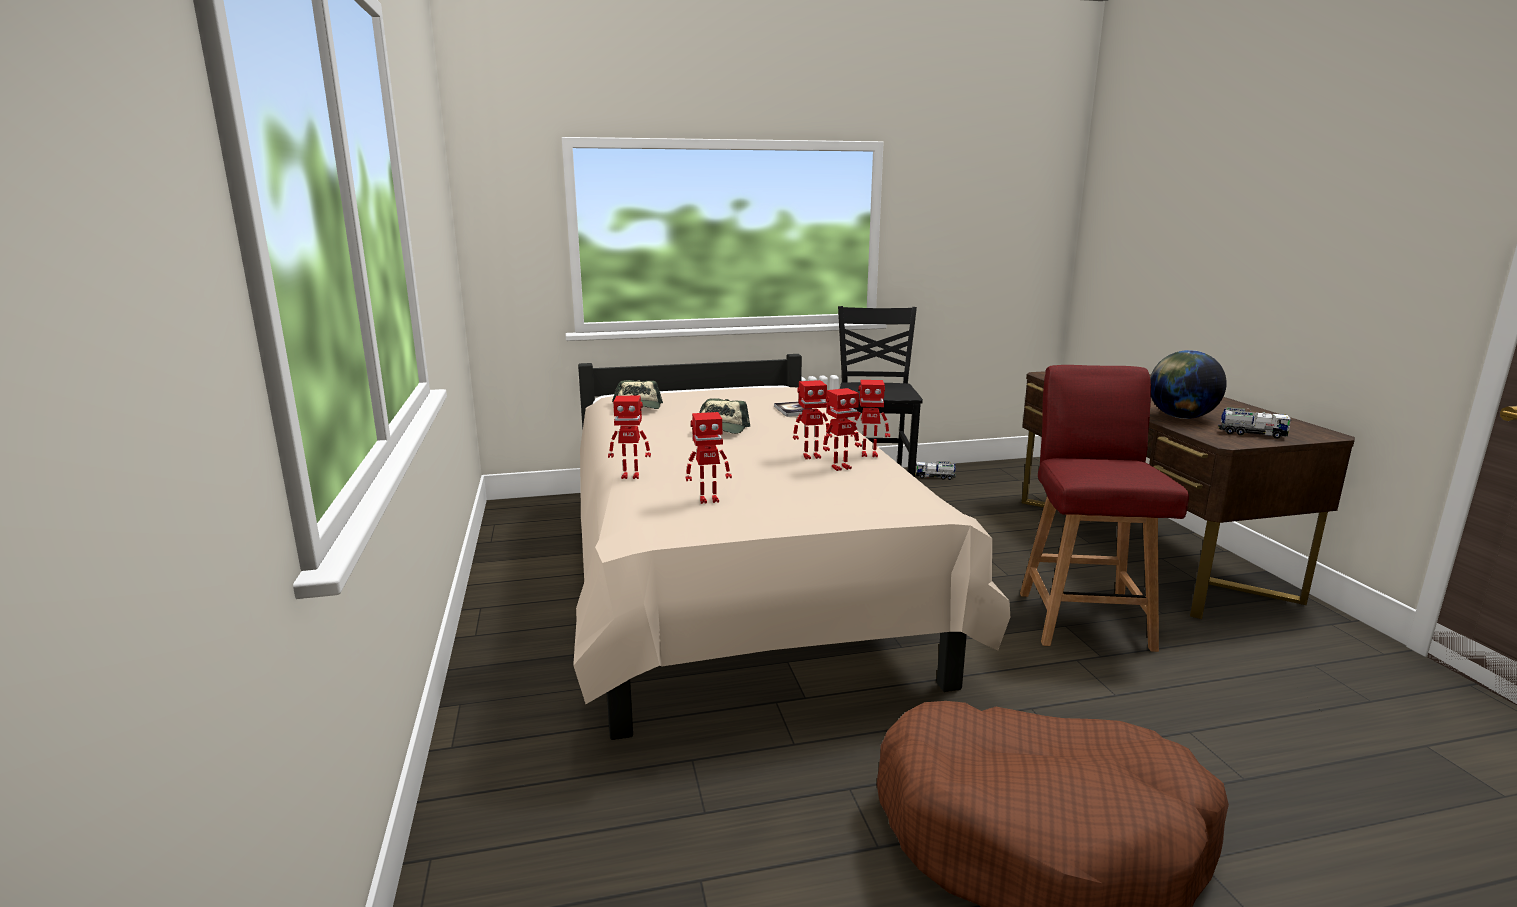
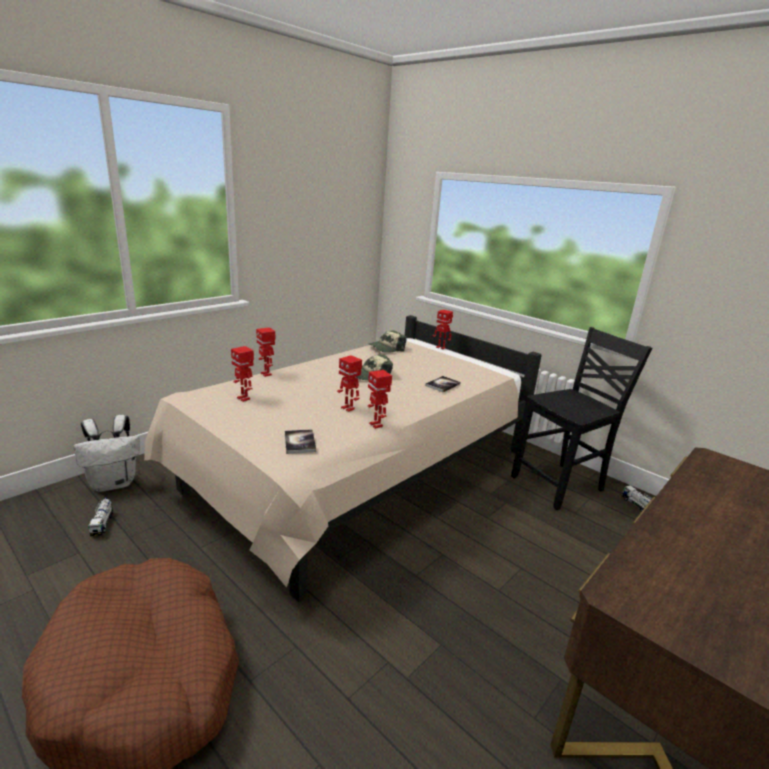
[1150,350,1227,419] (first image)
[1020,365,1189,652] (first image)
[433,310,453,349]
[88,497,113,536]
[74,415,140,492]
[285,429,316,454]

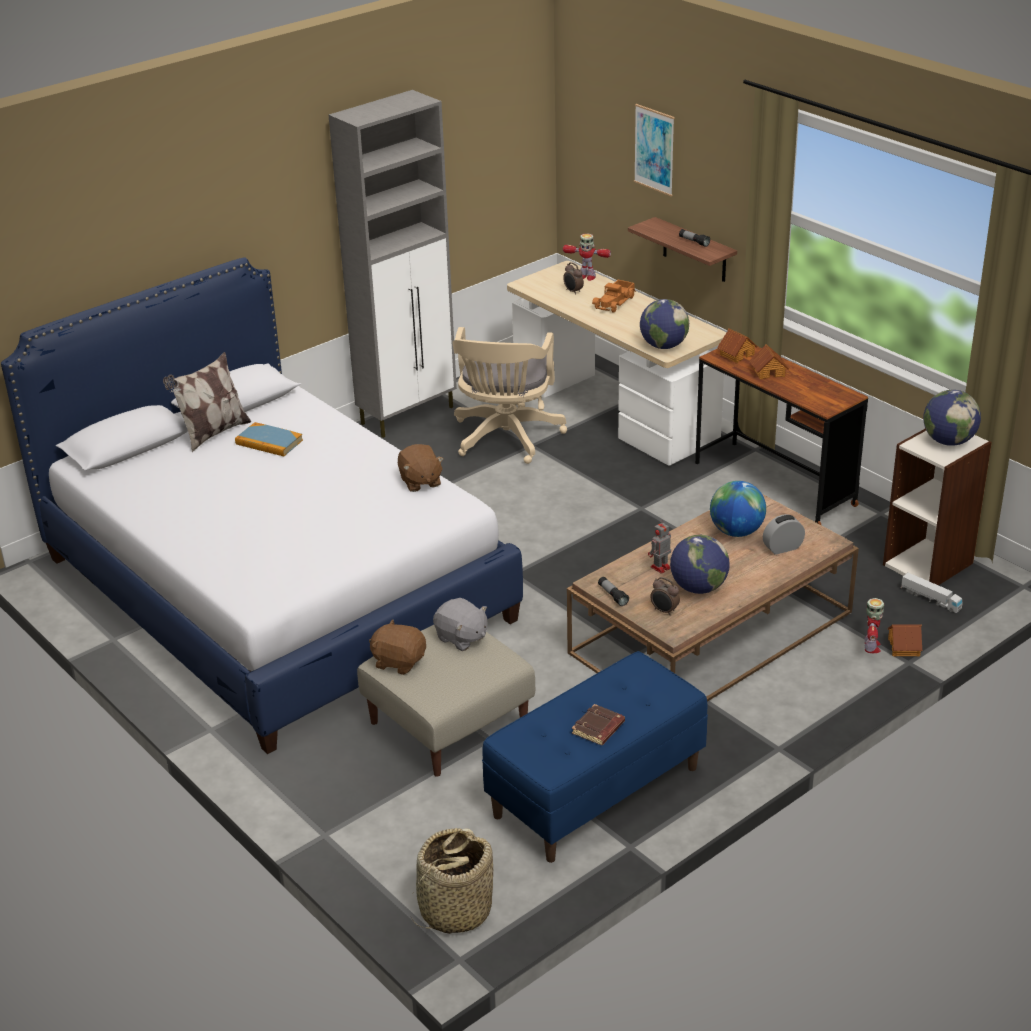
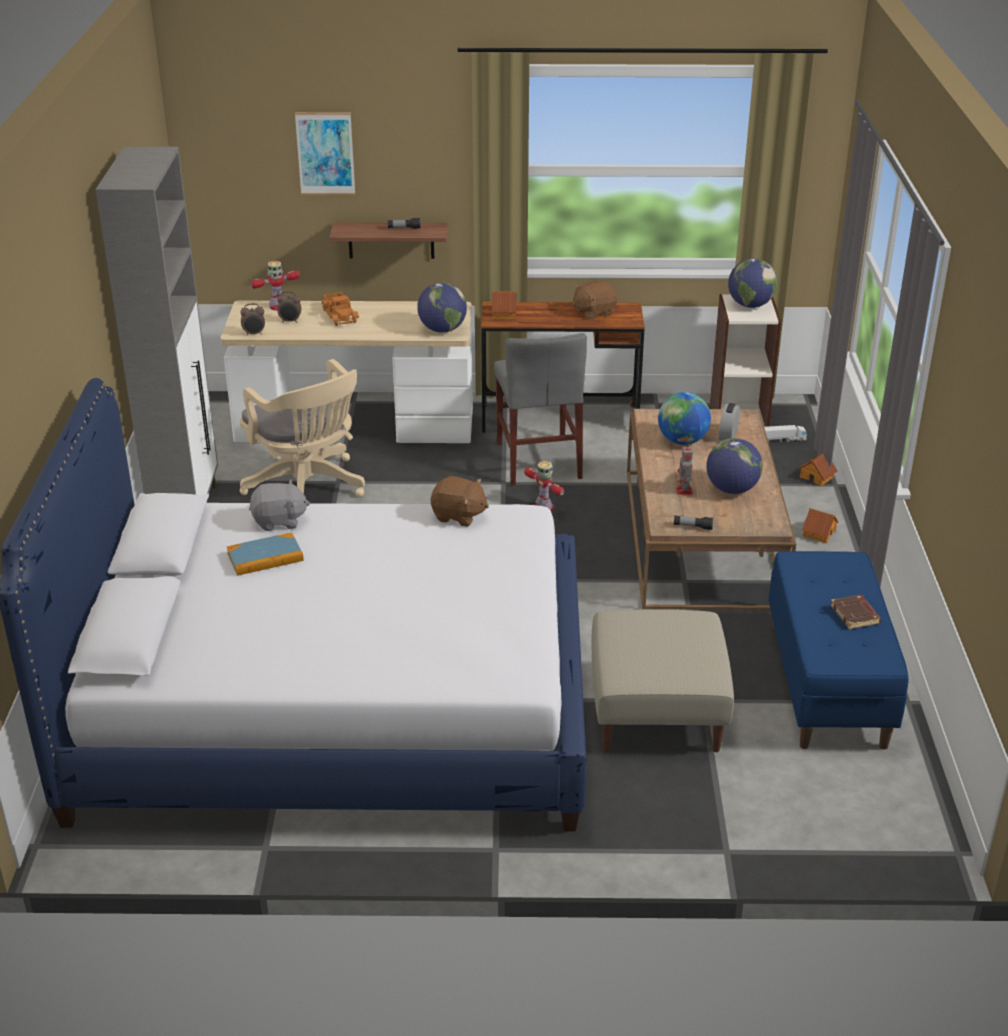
[802,508,838,543]
[163,352,251,452] (first image)
[240,303,265,336]
[249,479,310,531]
[524,461,564,511]
[572,281,617,320]
[411,828,493,934] (first image)
[494,333,587,486]

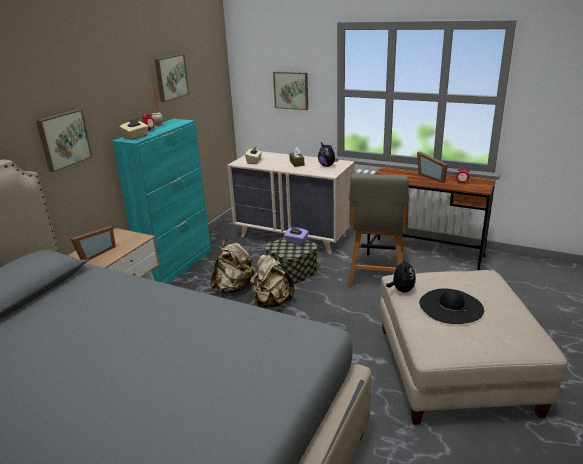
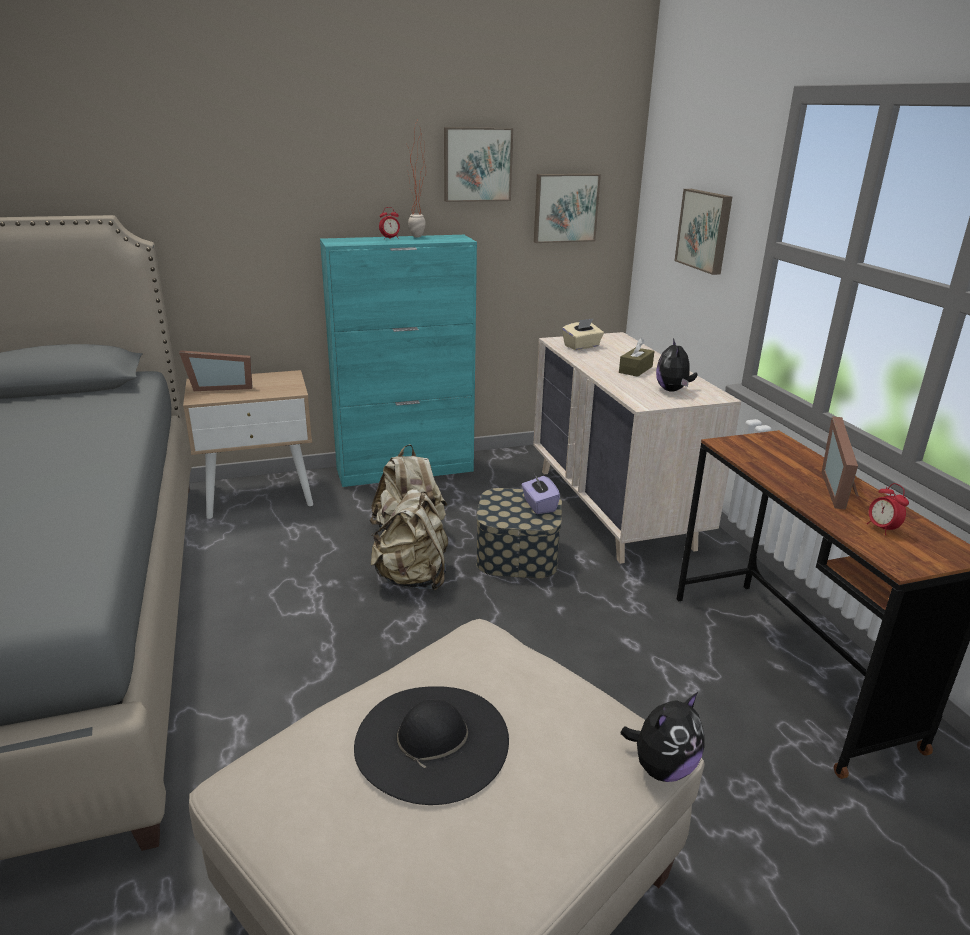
[534,174,601,243]
[119,118,149,140] (first image)
[348,174,409,287] (first image)
[621,692,705,782]

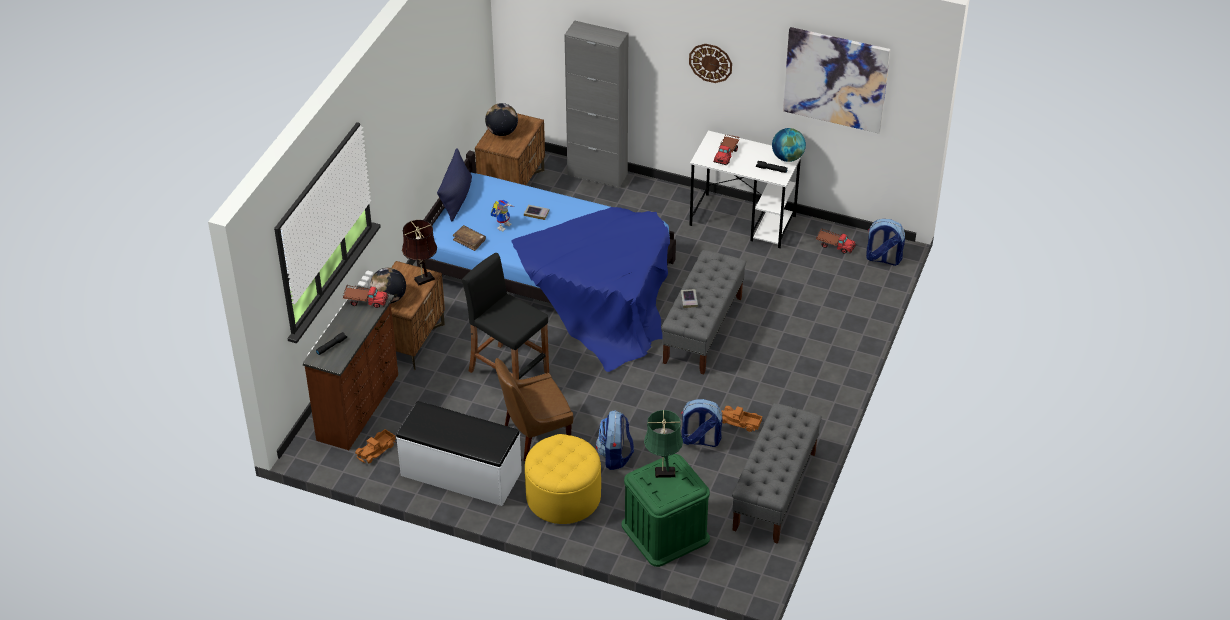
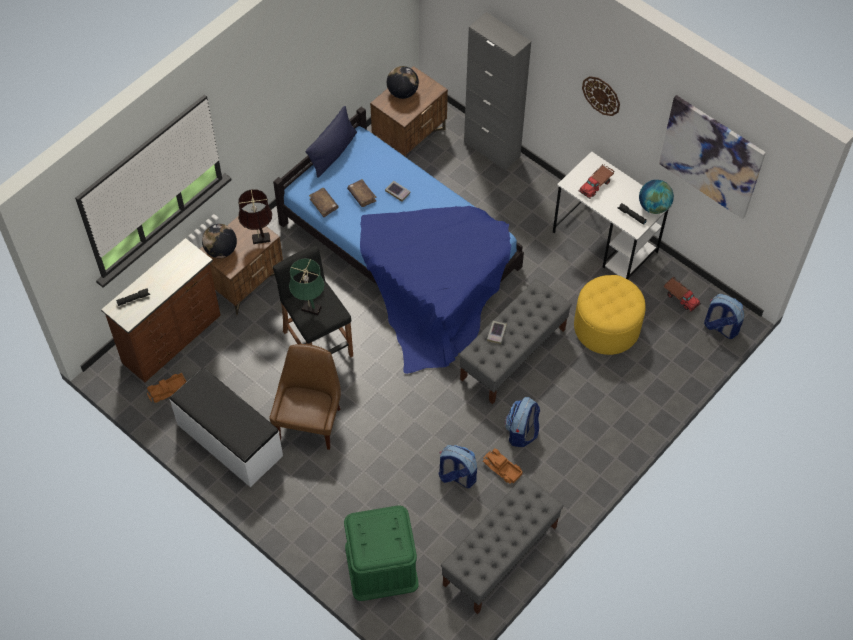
[347,179,377,207]
[343,285,389,308] (first image)
[269,344,341,450]
[505,397,540,447]
[289,258,325,315]
[574,275,646,355]

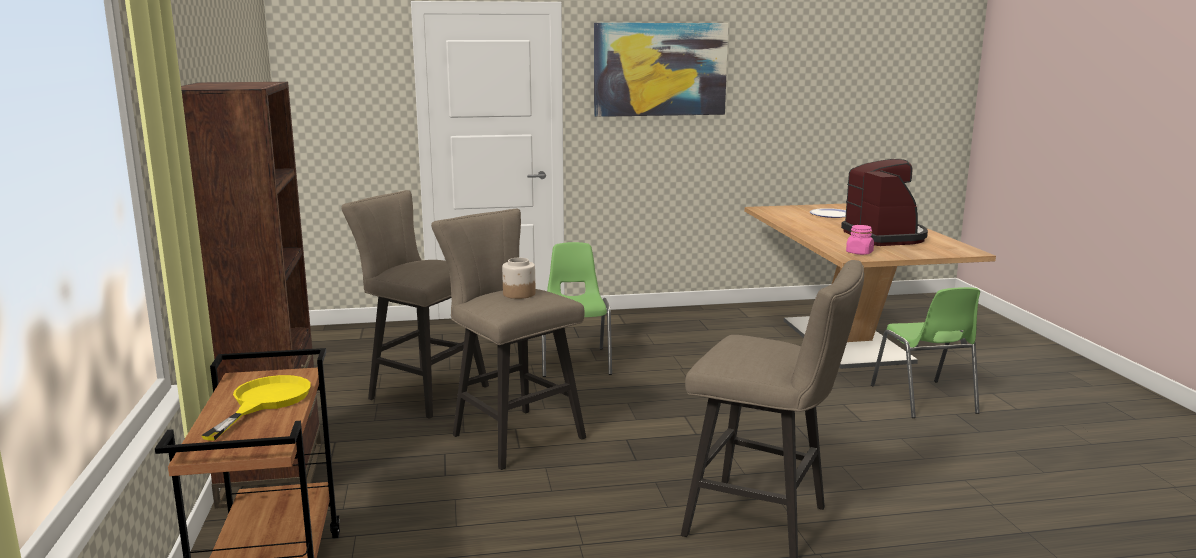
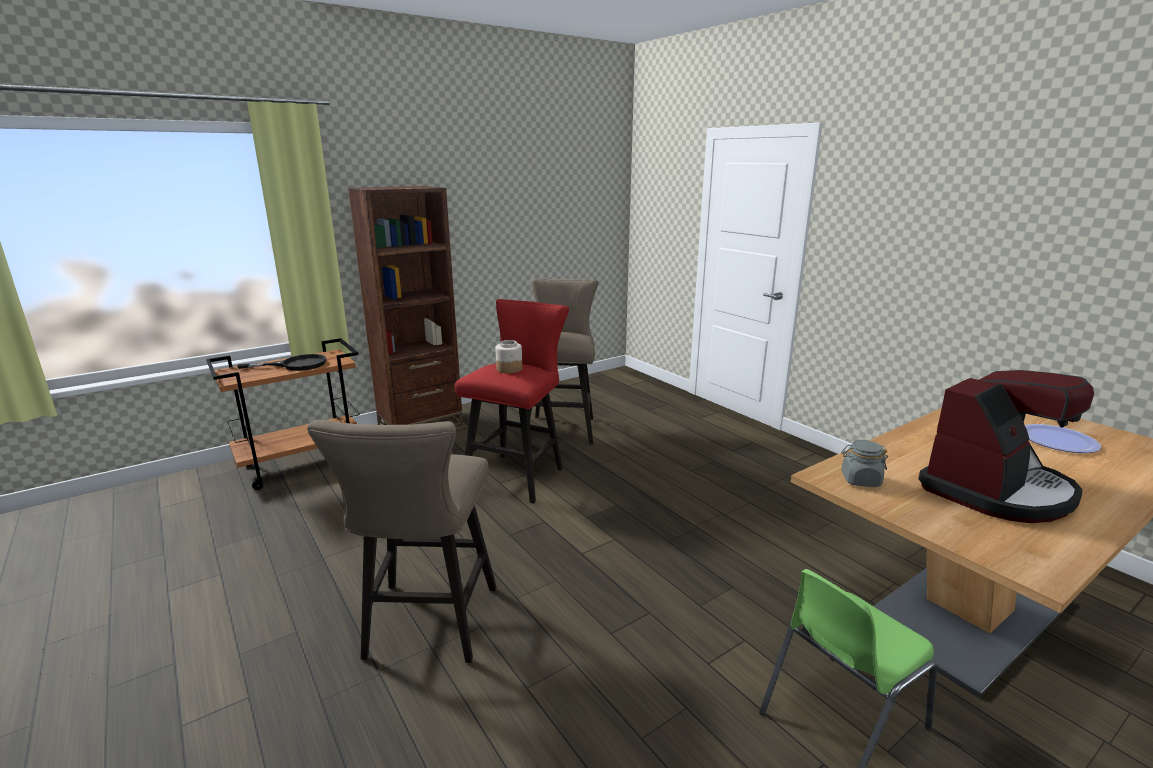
[594,23,728,117] (first image)
[455,299,569,504]
[841,440,888,487]
[542,242,612,377] (first image)
[237,354,326,371]

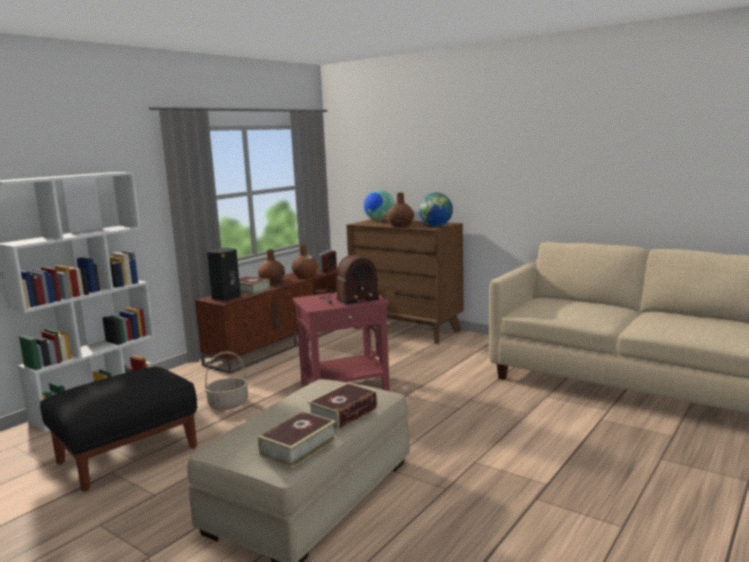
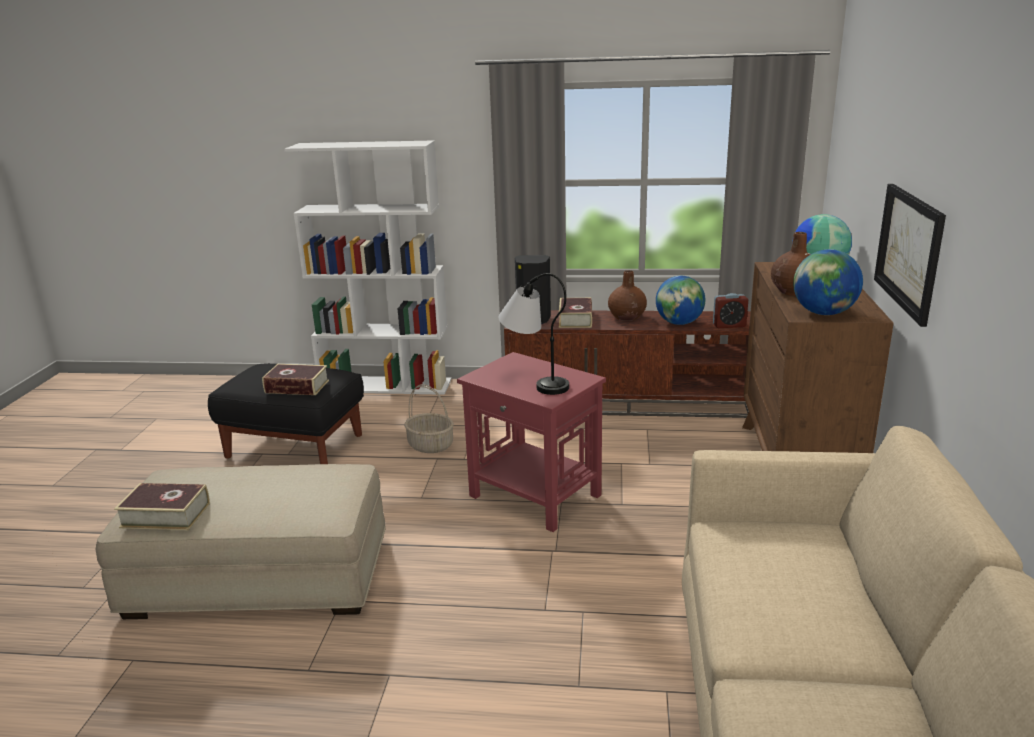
[656,276,705,325]
[498,273,569,395]
[262,364,329,395]
[874,184,946,327]

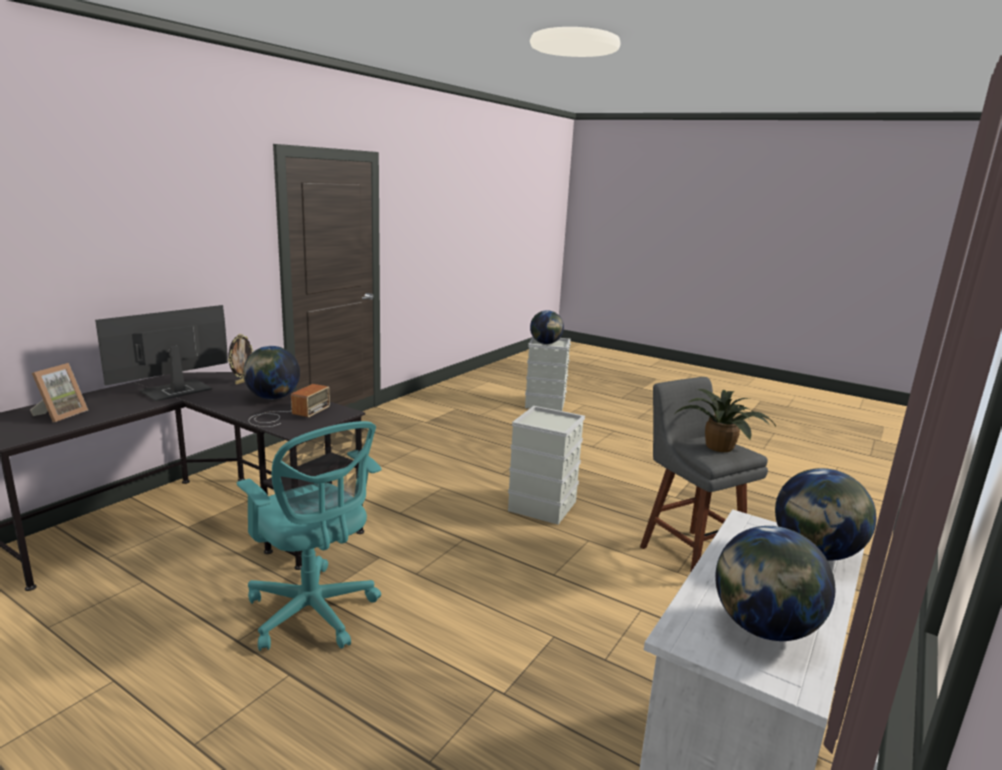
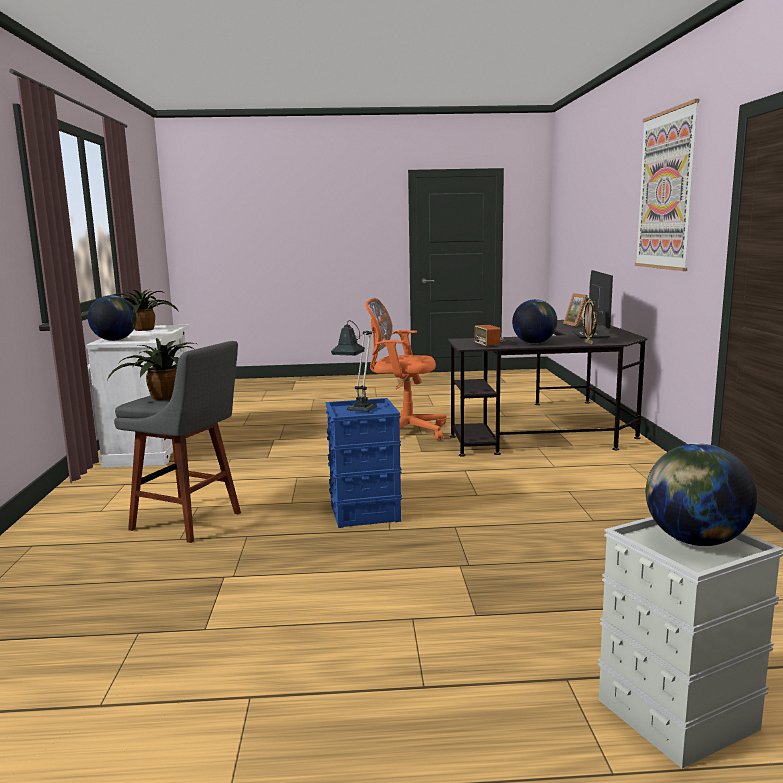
[326,398,402,528]
[365,298,446,440]
[116,290,179,331]
[635,99,699,271]
[331,321,377,412]

